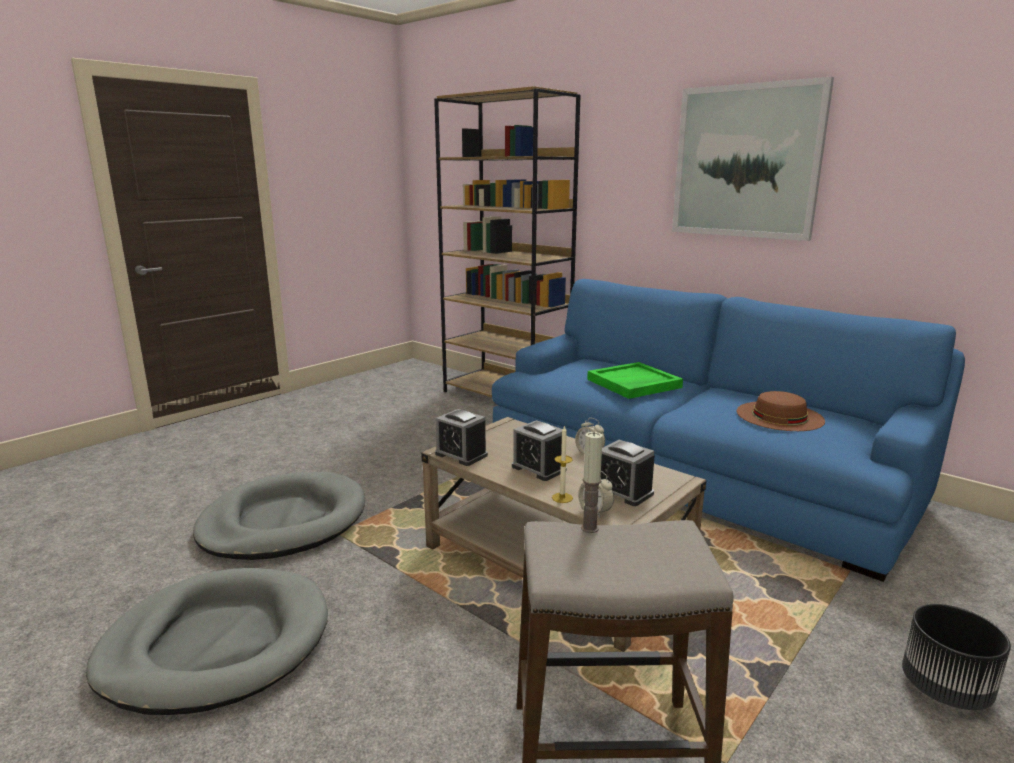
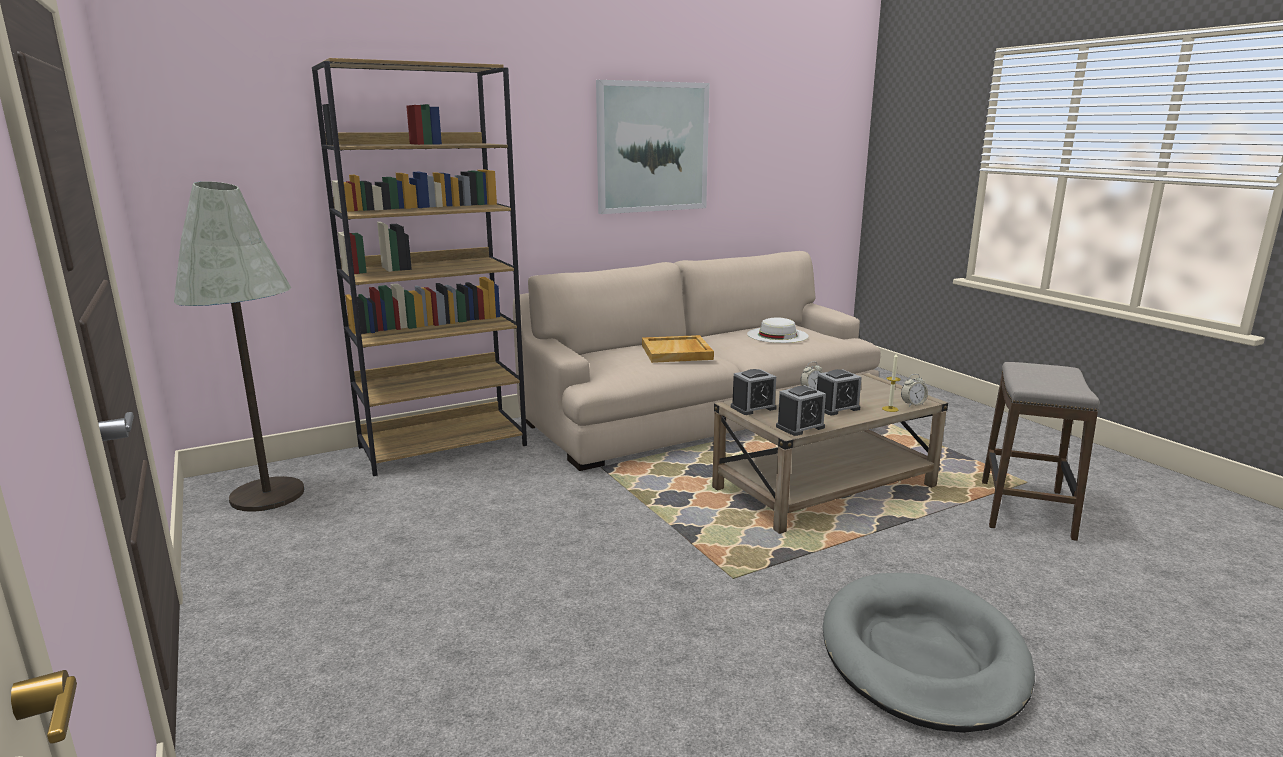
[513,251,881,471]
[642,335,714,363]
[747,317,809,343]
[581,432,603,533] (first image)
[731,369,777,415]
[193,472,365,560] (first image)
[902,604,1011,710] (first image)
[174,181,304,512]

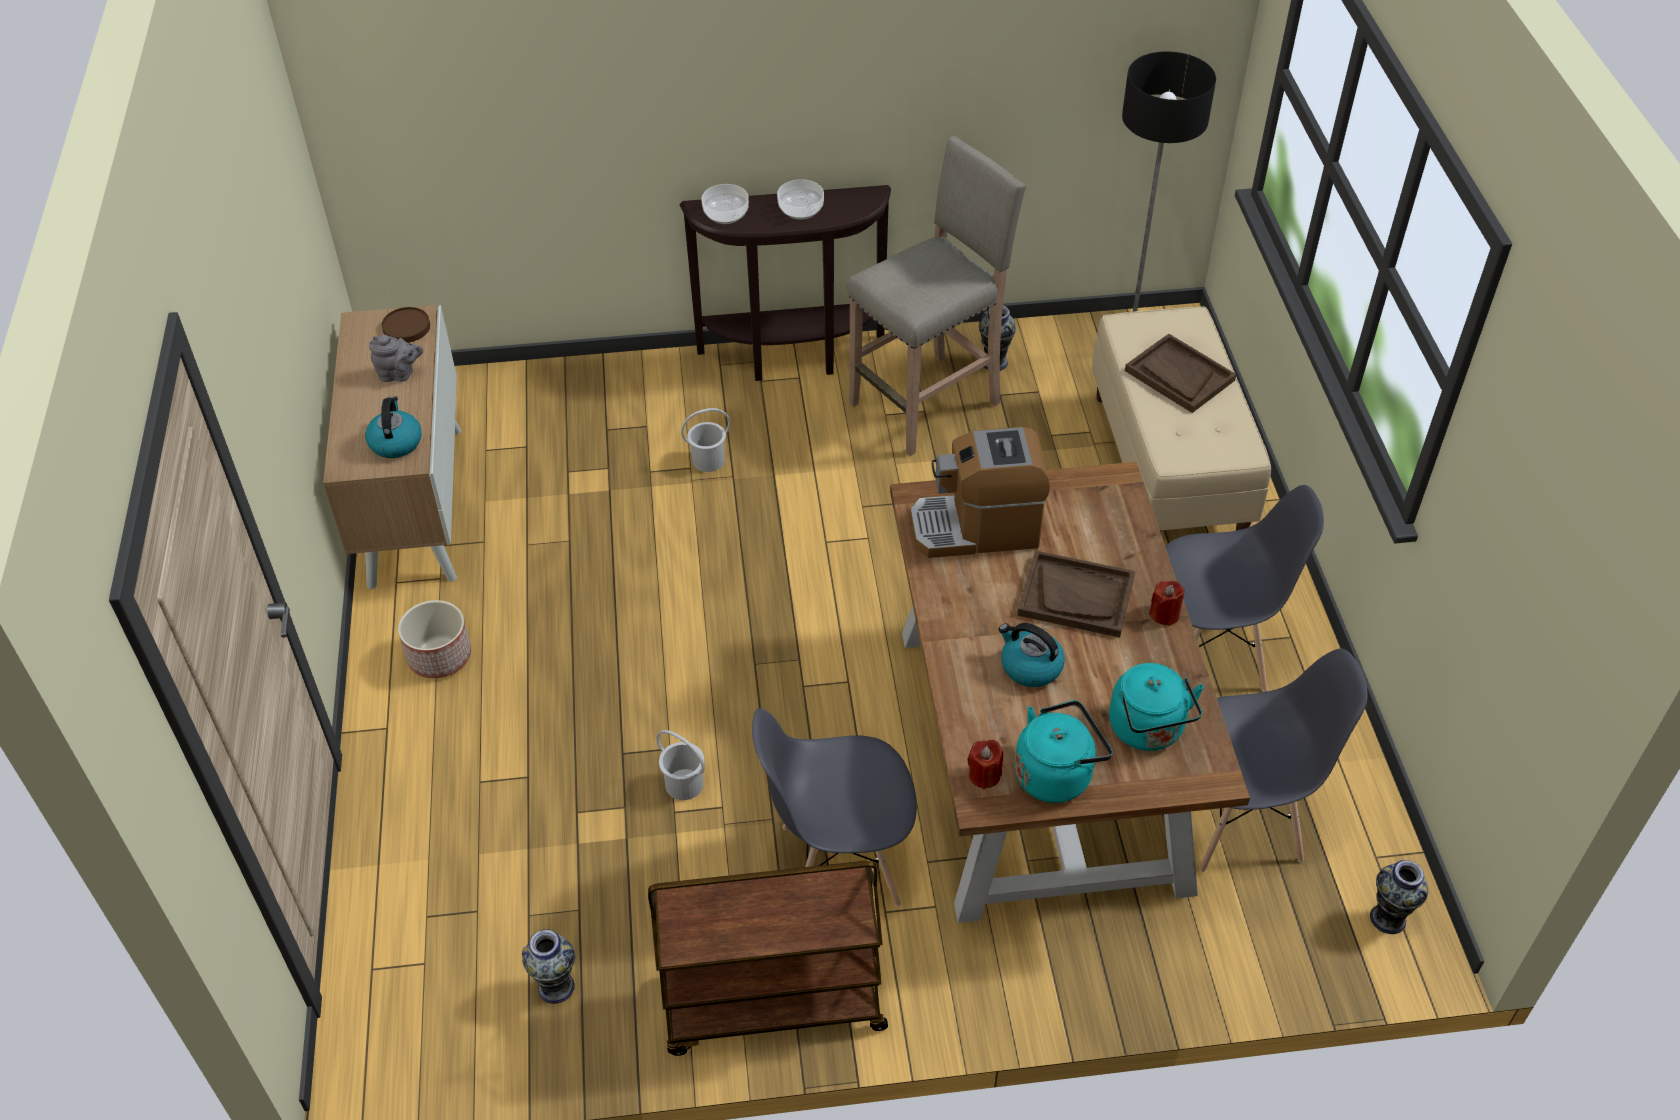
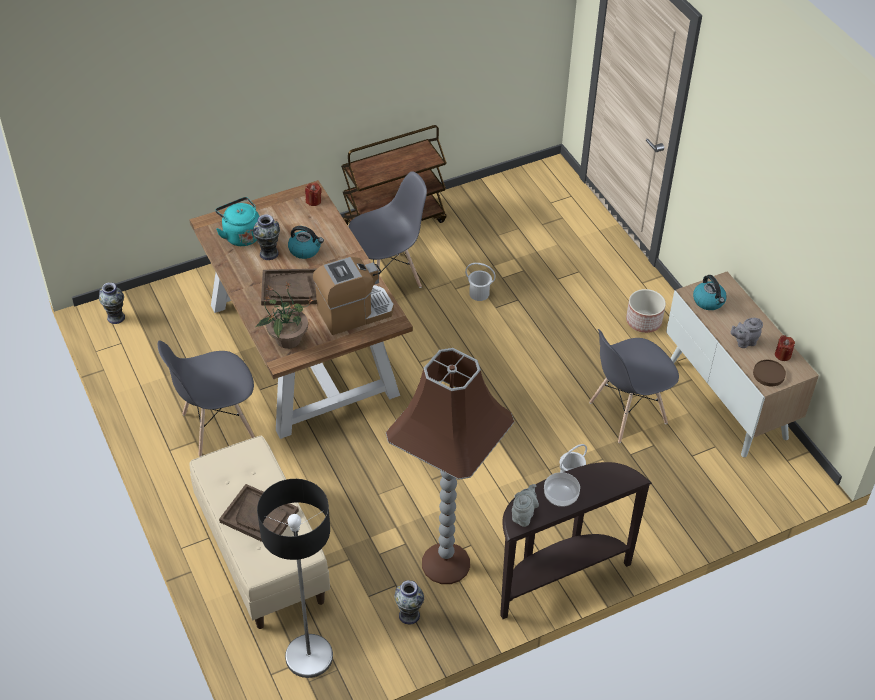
[386,348,514,584]
[702,184,749,224] (first image)
[775,335,795,361]
[589,329,679,443]
[1015,700,1113,803] (first image)
[253,214,280,260]
[256,282,314,349]
[512,484,539,527]

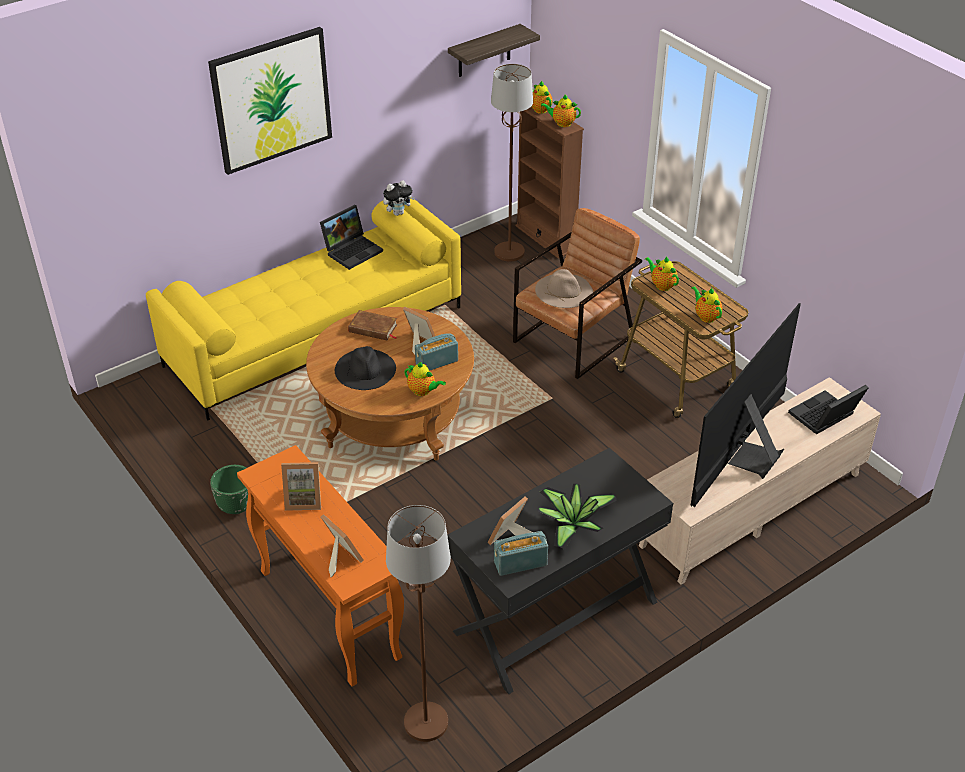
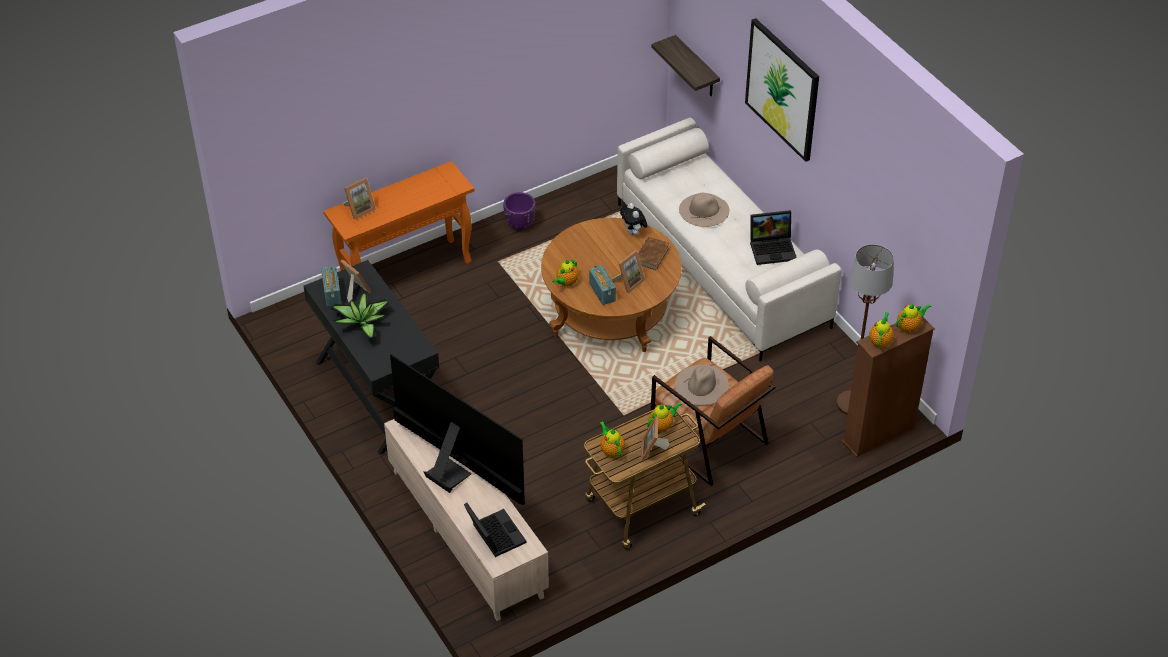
[651,35,720,96]
[620,203,647,235]
[617,118,842,362]
[750,210,797,265]
[600,421,625,458]
[335,346,396,390] (first image)
[641,416,669,462]
[503,192,536,230]
[386,505,451,742] (first image)
[679,192,729,227]

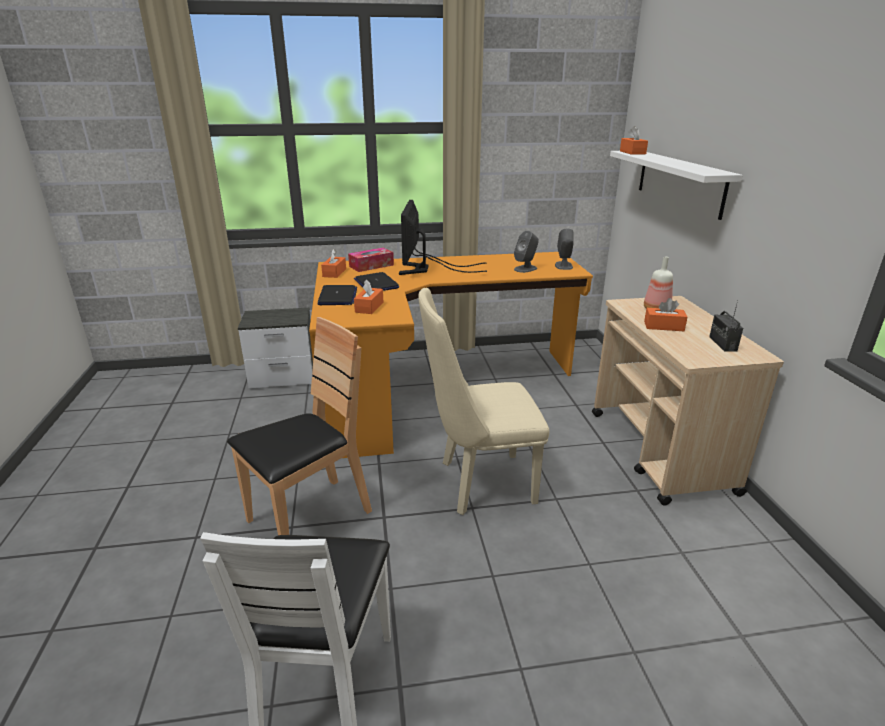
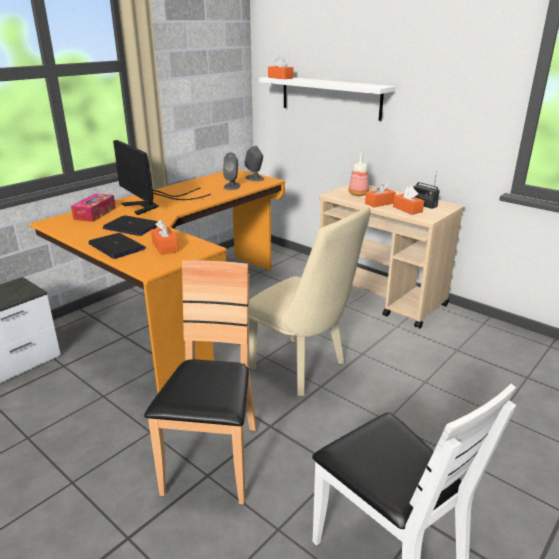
[393,186,424,215]
[249,207,371,396]

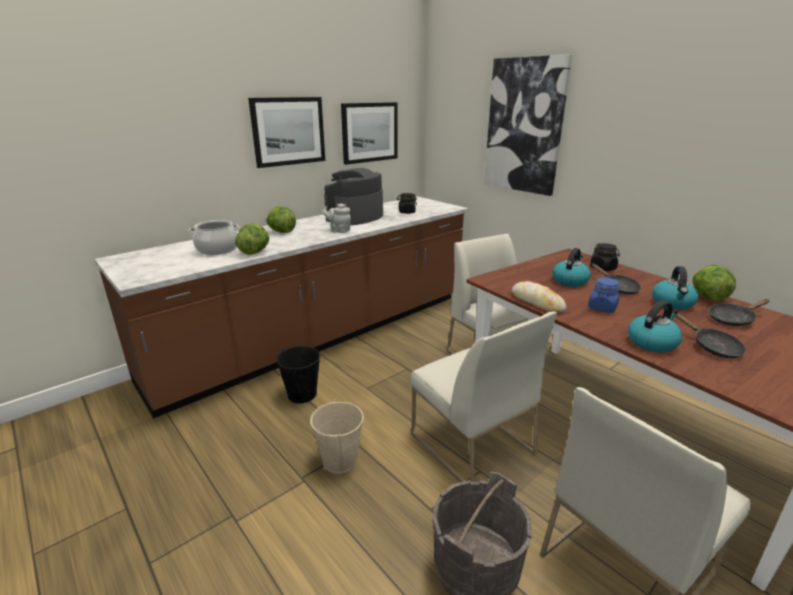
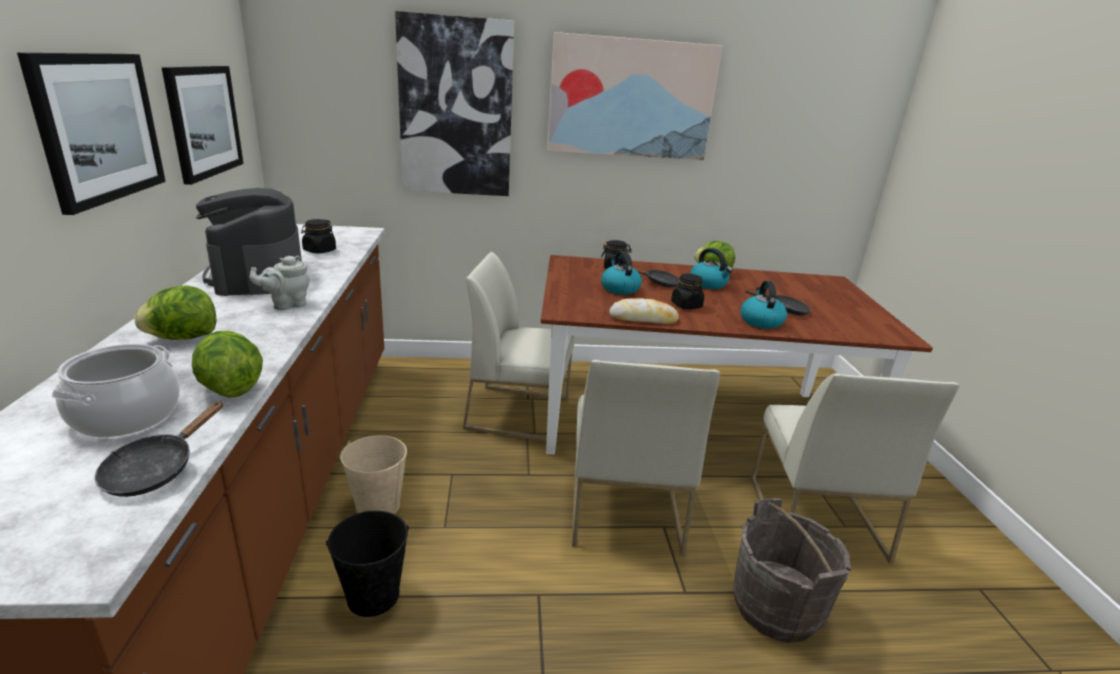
[671,274,704,309]
[95,401,223,497]
[572,360,720,556]
[340,435,407,514]
[547,32,723,160]

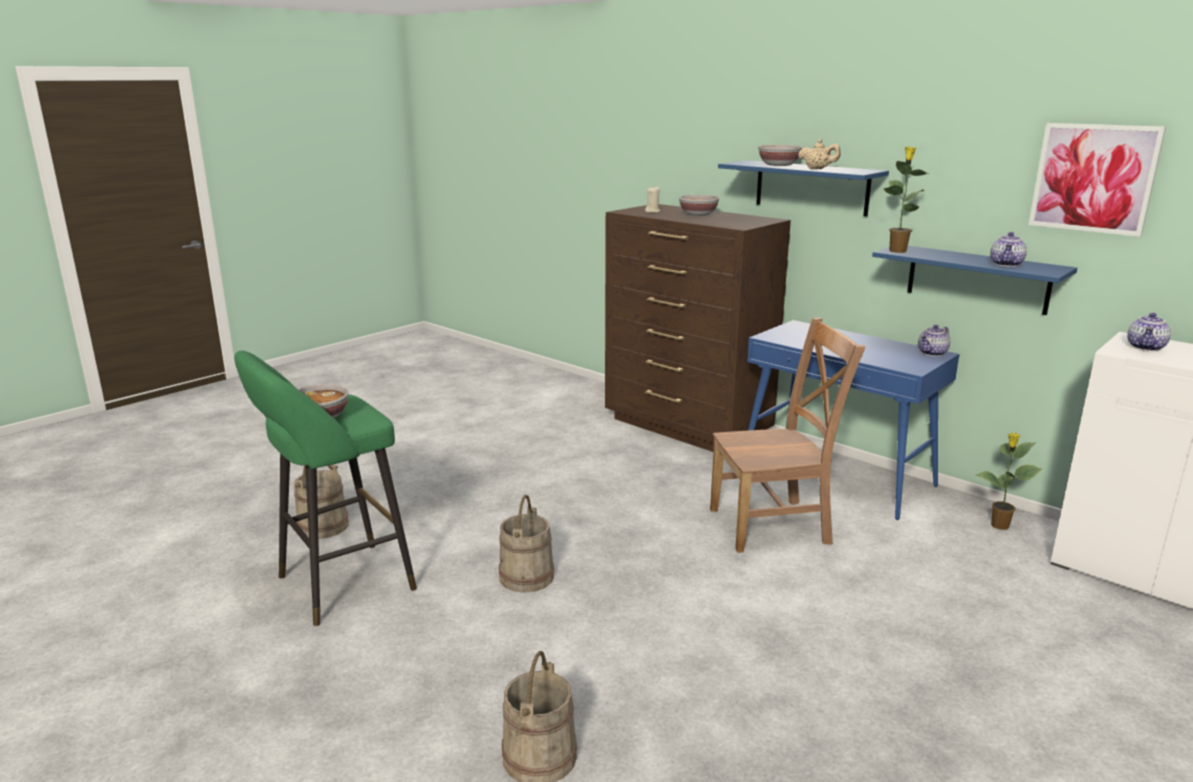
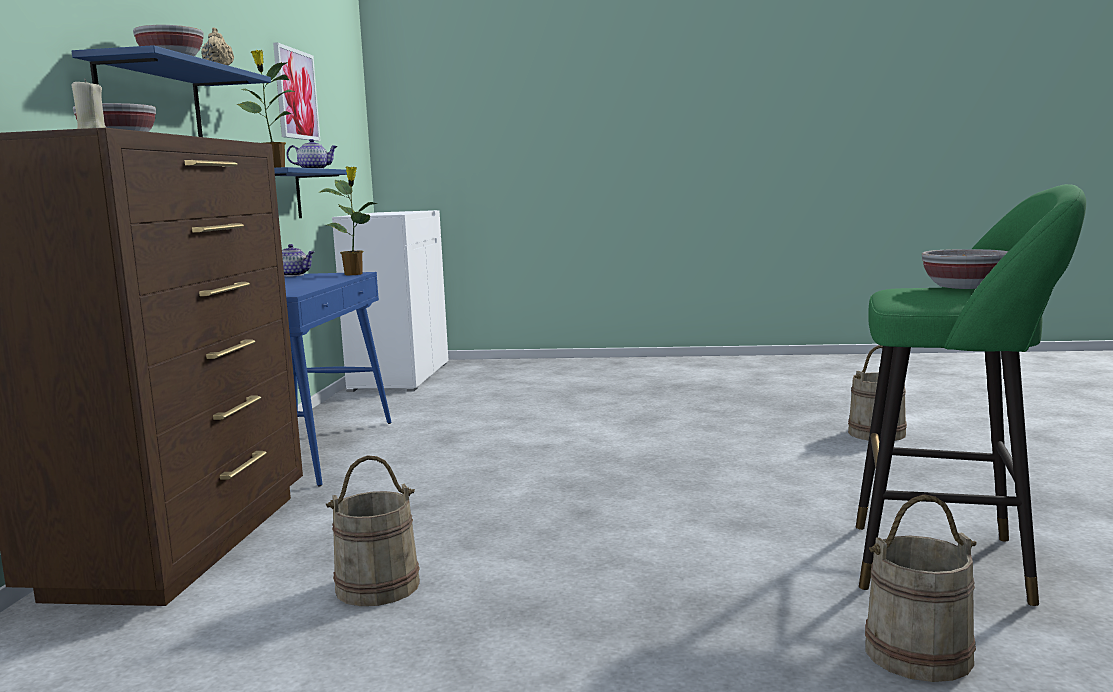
[1127,313,1171,351] (first image)
[710,317,865,553] (first image)
[318,167,378,275]
[326,455,420,606]

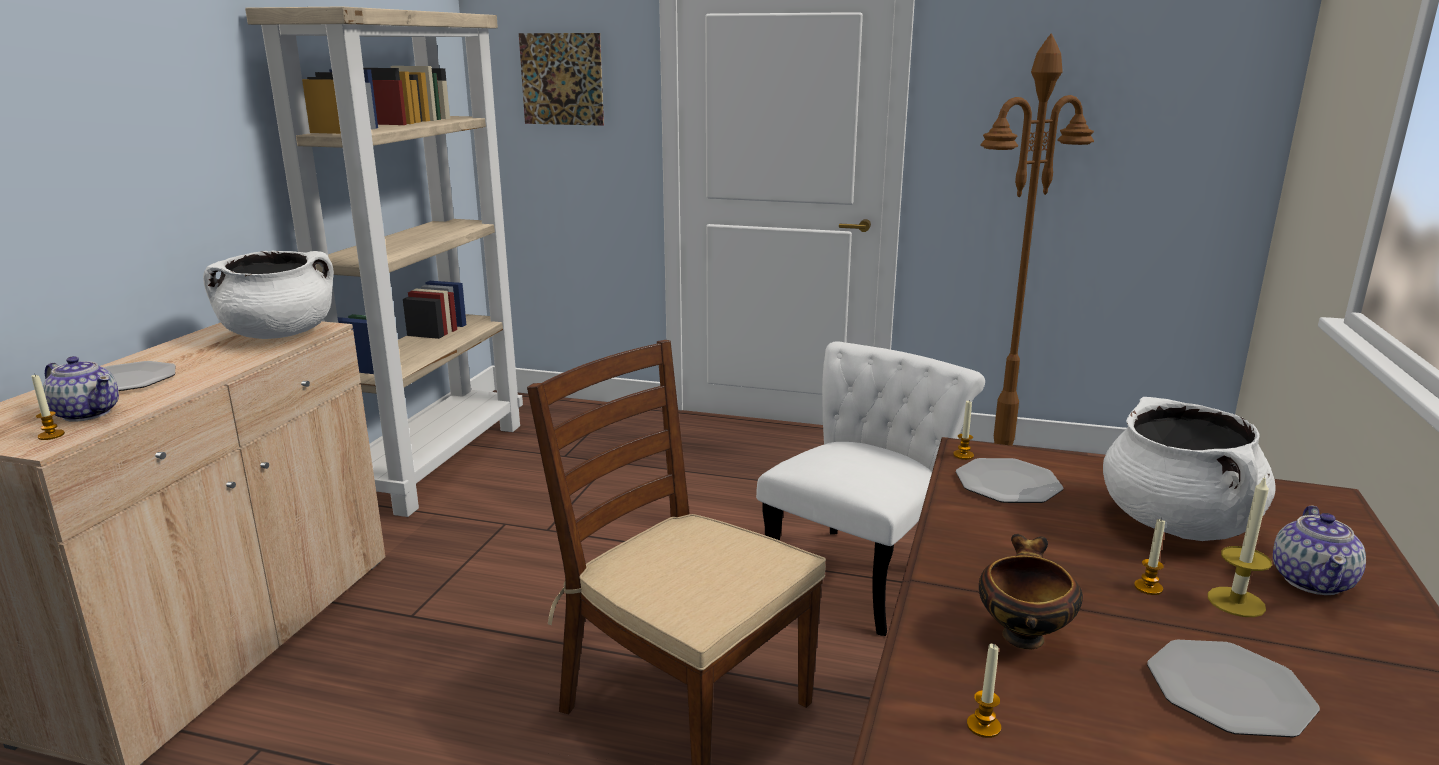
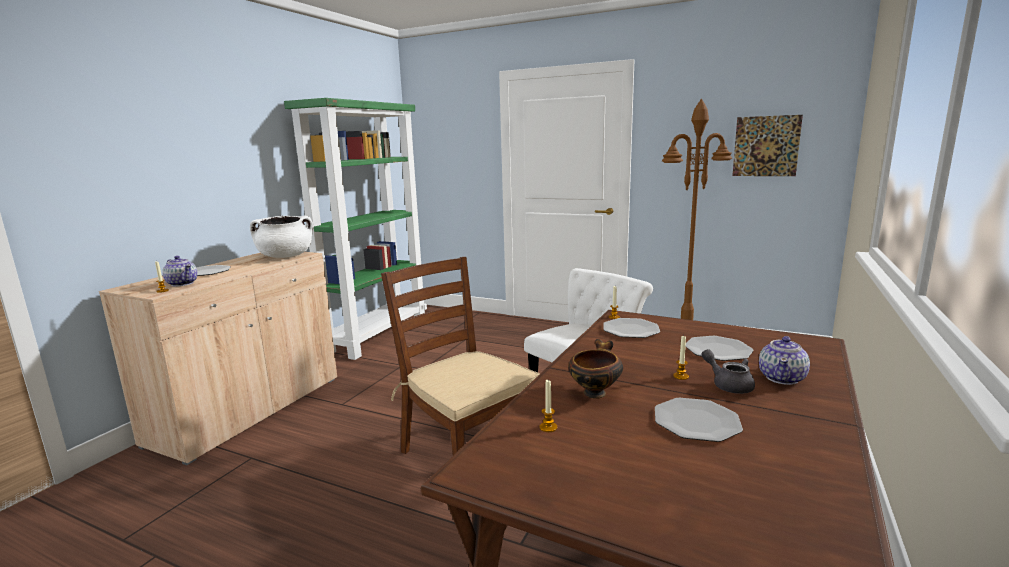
[284,98,427,360]
[732,115,803,176]
[686,336,754,361]
[701,349,755,394]

